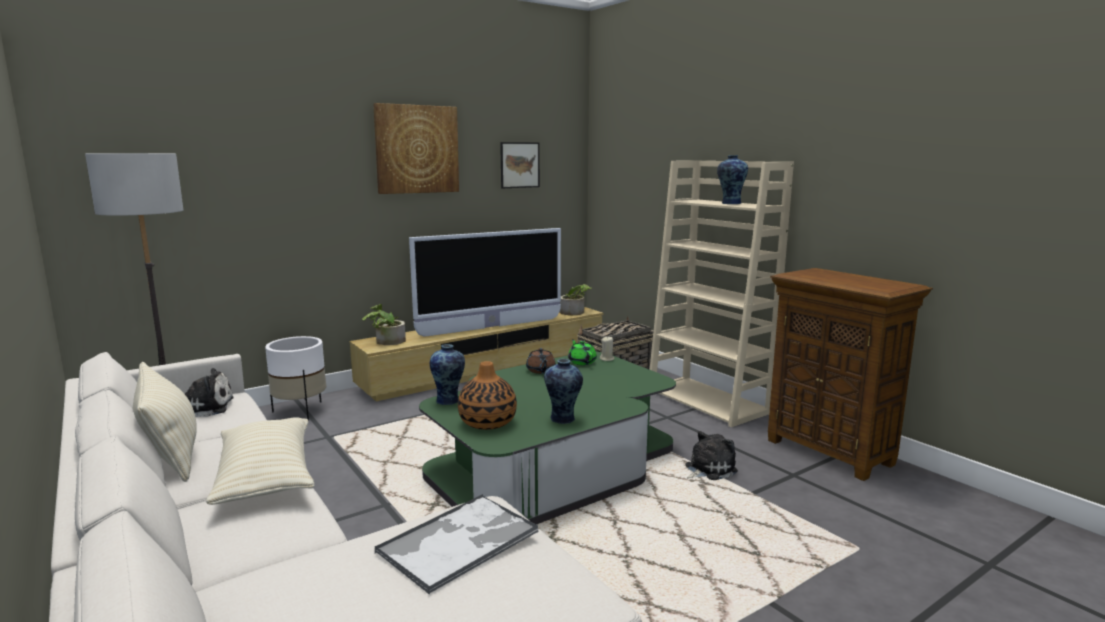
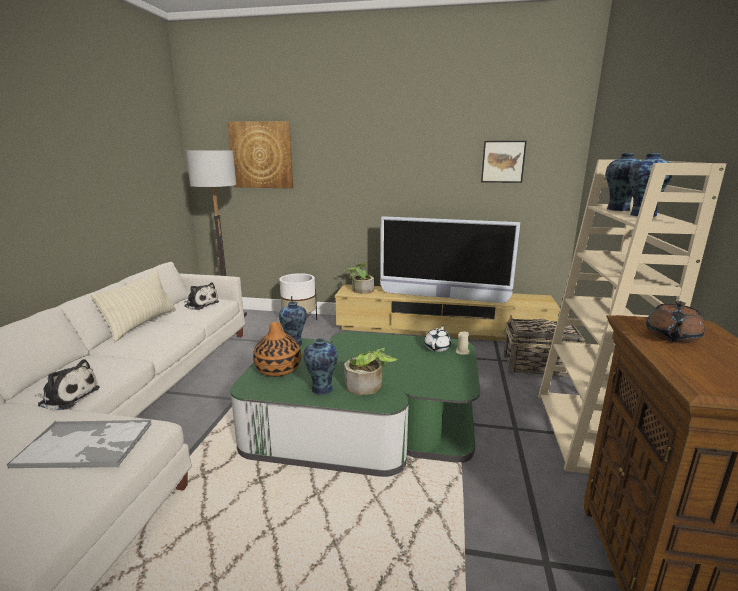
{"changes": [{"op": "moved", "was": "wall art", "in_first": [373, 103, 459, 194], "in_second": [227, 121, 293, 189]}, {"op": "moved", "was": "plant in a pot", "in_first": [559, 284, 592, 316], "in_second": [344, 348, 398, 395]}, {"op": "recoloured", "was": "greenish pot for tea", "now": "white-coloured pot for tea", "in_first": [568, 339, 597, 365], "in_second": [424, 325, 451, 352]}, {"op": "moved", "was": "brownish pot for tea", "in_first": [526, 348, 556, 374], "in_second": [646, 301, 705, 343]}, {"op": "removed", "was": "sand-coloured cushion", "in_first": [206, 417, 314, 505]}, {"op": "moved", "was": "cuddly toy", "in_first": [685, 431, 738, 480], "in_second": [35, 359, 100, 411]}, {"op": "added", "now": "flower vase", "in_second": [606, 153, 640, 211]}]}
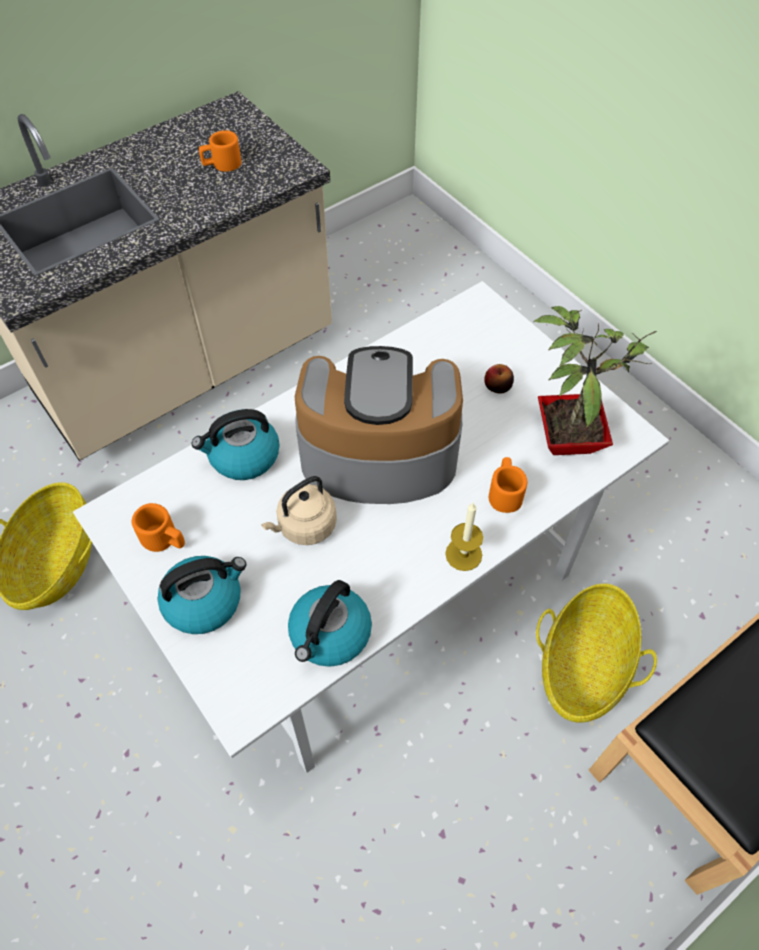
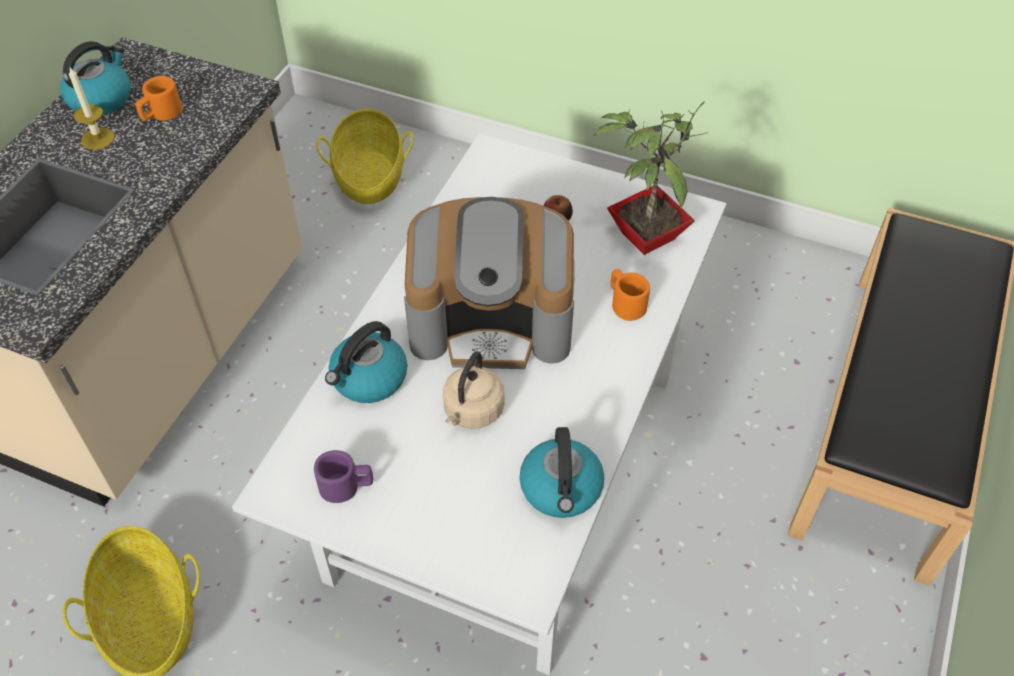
{"changes": [{"op": "turned", "was": "coffee machine", "in_first": [295, 346, 463, 504], "in_second": [404, 197, 575, 369], "clockwise": -150}, {"op": "recoloured", "was": "orange mug", "now": "purplish mug", "in_first": [132, 503, 185, 552], "in_second": [314, 450, 373, 503]}, {"op": "moved", "was": "candle", "in_first": [445, 503, 483, 571], "in_second": [69, 68, 115, 150]}, {"op": "moved", "was": "kettle", "in_first": [157, 556, 246, 634], "in_second": [60, 41, 130, 115]}, {"op": "moved", "was": "storage basket", "in_first": [536, 584, 657, 723], "in_second": [317, 109, 413, 204]}]}
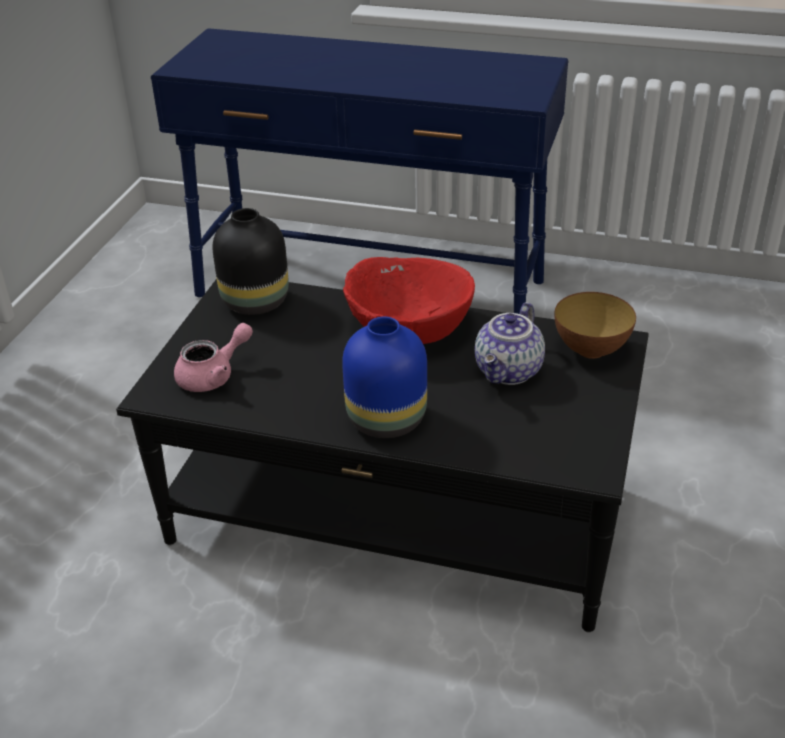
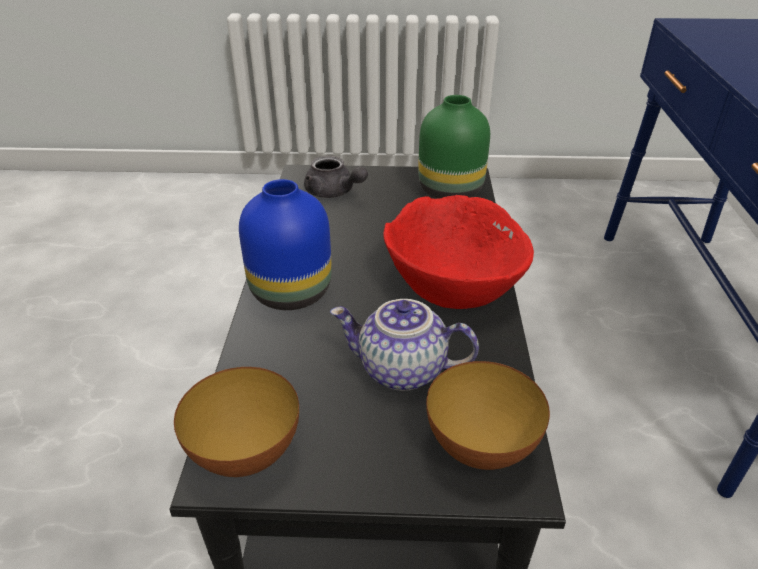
{"changes": [{"op": "recoloured", "was": "black-coloured flower vase", "now": "greenish flower vase", "in_first": [212, 208, 289, 315], "in_second": [418, 95, 490, 199]}, {"op": "recoloured", "was": "pink pot for tea", "now": "grey pot for tea", "in_first": [174, 323, 253, 392], "in_second": [304, 156, 368, 198]}, {"op": "added", "now": "bowl", "in_second": [174, 367, 299, 477]}]}
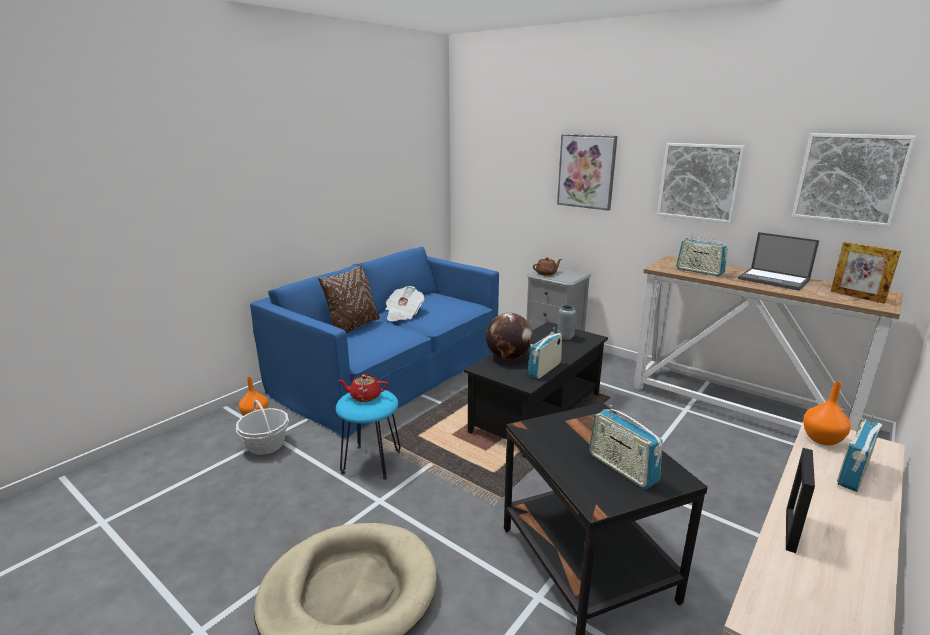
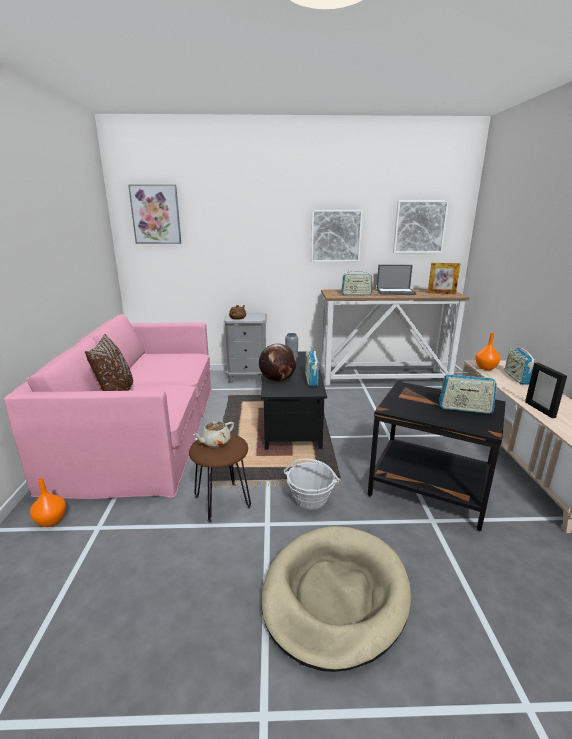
{"changes": [{"op": "moved", "was": "wall art", "in_first": [557, 134, 617, 211], "in_second": [128, 184, 181, 244]}, {"op": "recoloured", "was": "blue-coloured sofa", "now": "pink sofa", "in_first": [250, 247, 499, 439], "in_second": [4, 314, 212, 499]}, {"op": "removed", "was": "daily paper", "in_first": [385, 286, 424, 321]}, {"op": "recoloured", "was": "reddish pot for tea", "now": "sand-coloured pot for tea", "in_first": [338, 374, 388, 402], "in_second": [193, 421, 234, 447]}, {"op": "recoloured", "was": "turquoise sitting stool", "now": "brownish sitting stool", "in_first": [336, 389, 401, 480], "in_second": [189, 433, 251, 523]}, {"op": "moved", "was": "storage basket", "in_first": [236, 400, 289, 455], "in_second": [284, 459, 339, 509]}]}
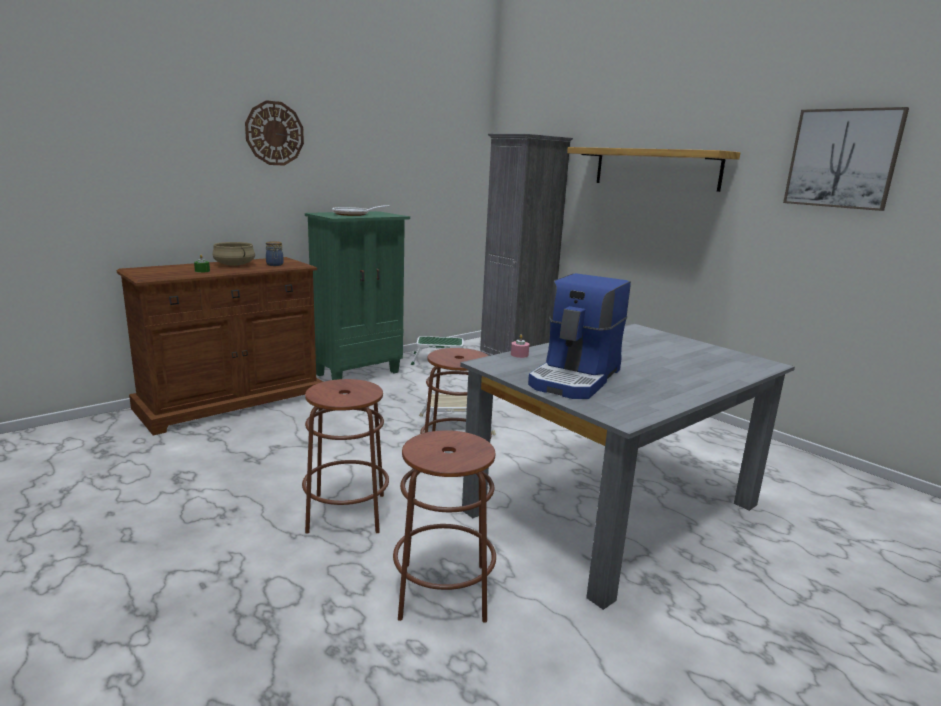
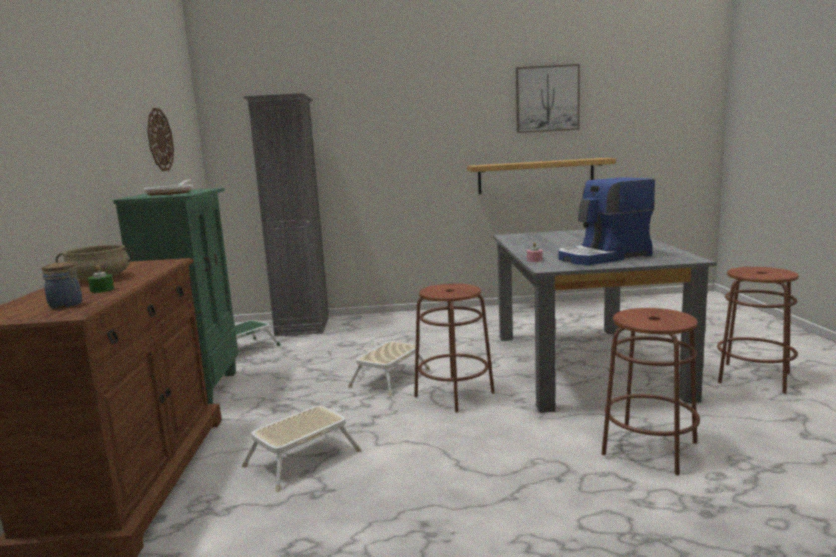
{"changes": [{"op": "moved", "was": "hanging clock", "in_first": [245, 100, 304, 166], "in_second": [147, 108, 174, 171]}, {"op": "moved", "was": "bracket shelf", "in_first": [567, 147, 740, 192], "in_second": [467, 158, 616, 194]}, {"op": "moved", "was": "preserve jar", "in_first": [266, 241, 284, 266], "in_second": [42, 262, 82, 309]}, {"op": "turned", "was": "coffee machine", "in_first": [528, 273, 631, 399], "in_second": [559, 177, 655, 265], "clockwise": 90}, {"op": "moved", "was": "brownish sitting stool", "in_first": [302, 379, 389, 534], "in_second": [717, 267, 799, 394]}, {"op": "added", "now": "sand-coloured stepladder", "in_second": [242, 406, 362, 492]}]}
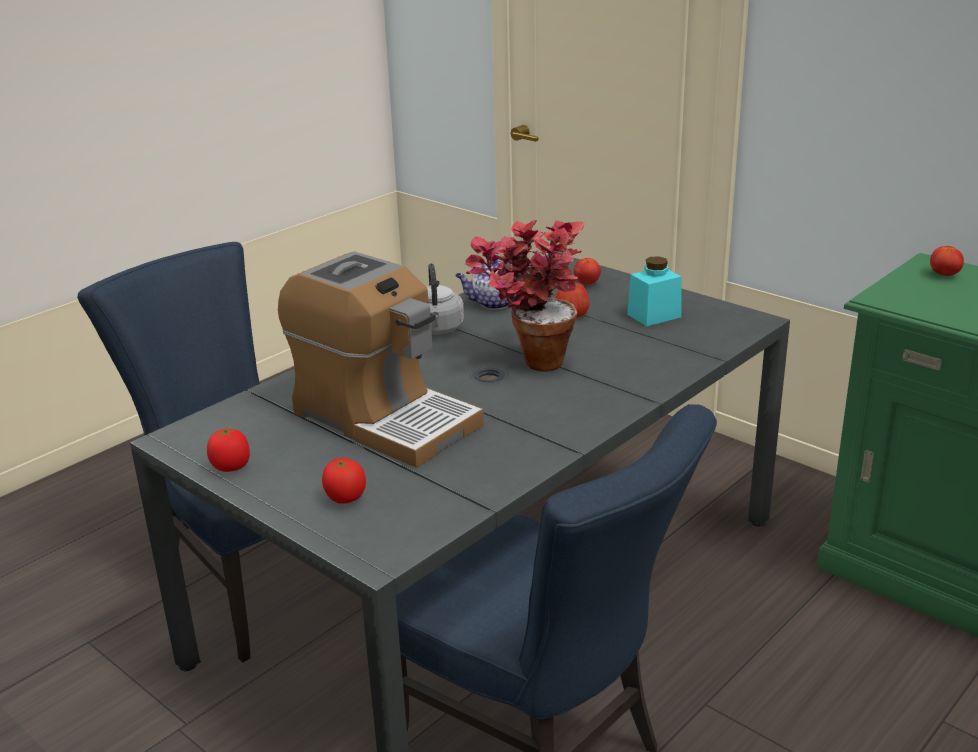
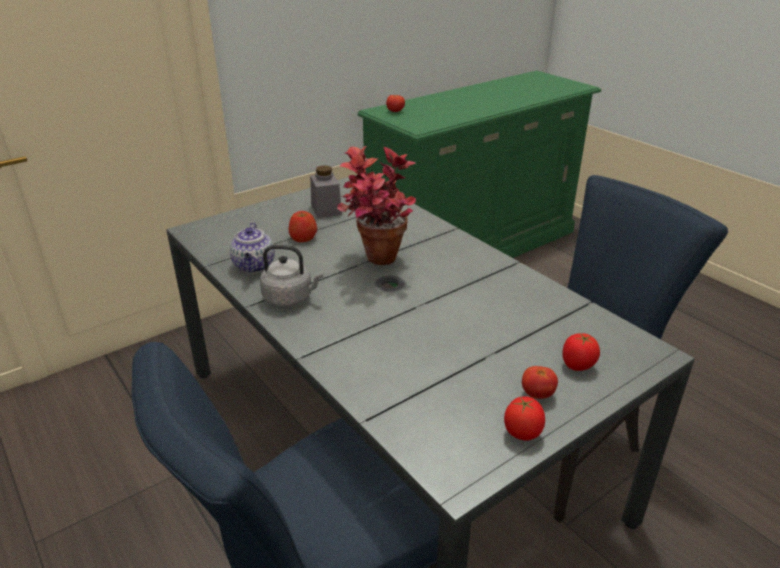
{"changes": [{"op": "removed", "was": "coffee machine", "in_first": [278, 251, 484, 468]}, {"op": "recoloured", "was": "turquoise preserve jar", "now": "grey preserve jar", "in_first": [627, 256, 682, 326], "in_second": [310, 165, 342, 218]}, {"op": "moved", "was": "whole tomato", "in_first": [574, 258, 601, 285], "in_second": [522, 366, 558, 399]}]}
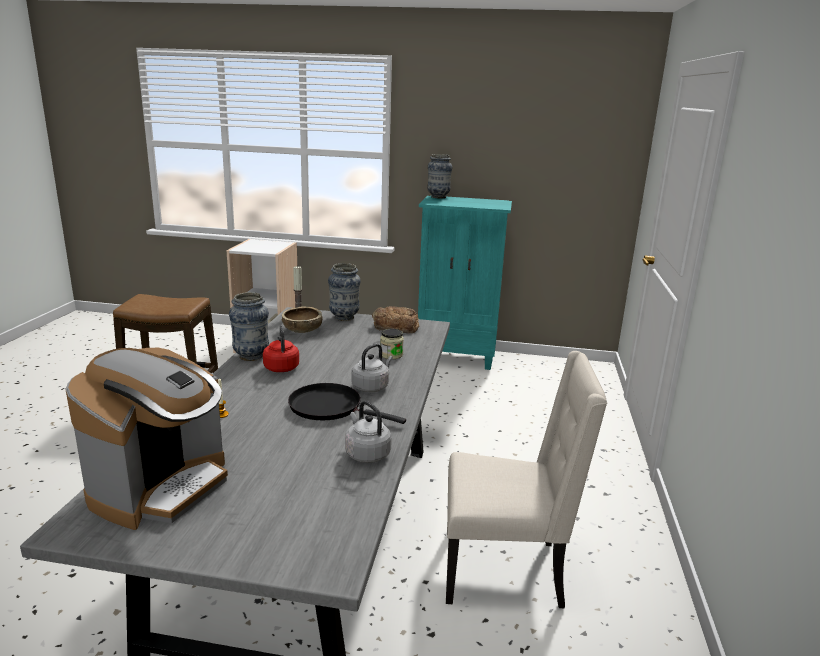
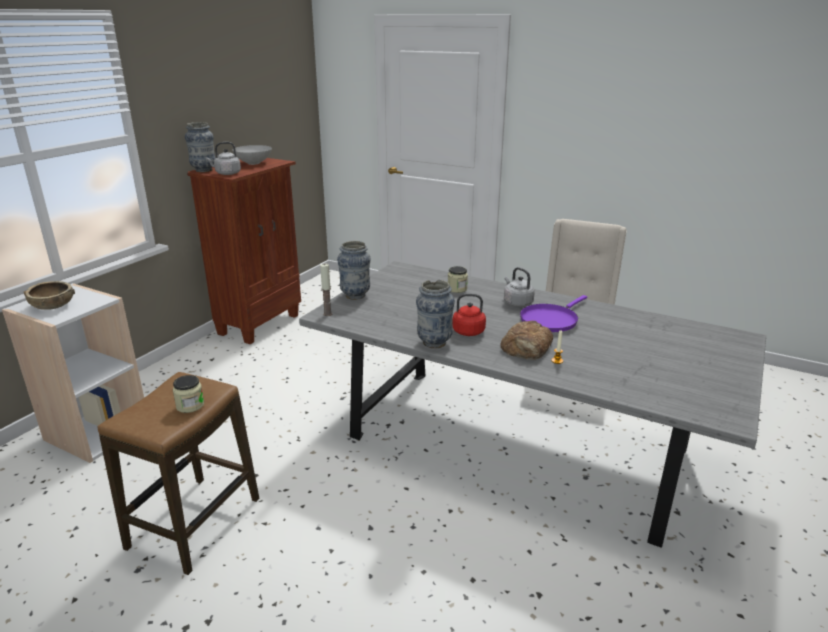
{"changes": [{"op": "recoloured", "was": "turquoise storage cabinet", "now": "brownish storage cabinet", "in_first": [418, 196, 512, 370], "in_second": [187, 158, 301, 344]}, {"op": "moved", "was": "bakery bread", "in_first": [372, 306, 419, 333], "in_second": [500, 321, 553, 360]}, {"op": "moved", "was": "brownish bowl", "in_first": [282, 307, 322, 333], "in_second": [24, 281, 75, 310]}, {"op": "removed", "was": "coffee machine", "in_first": [66, 348, 228, 530]}, {"op": "recoloured", "was": "black-coloured frying pan", "now": "purplish frying pan", "in_first": [288, 383, 406, 424], "in_second": [520, 295, 587, 332]}, {"op": "moved", "was": "grey kettle", "in_first": [345, 401, 392, 463], "in_second": [206, 142, 241, 175]}, {"op": "added", "now": "grey bowl", "in_second": [232, 145, 272, 165]}, {"op": "added", "now": "preserve jar", "in_second": [173, 375, 204, 413]}]}
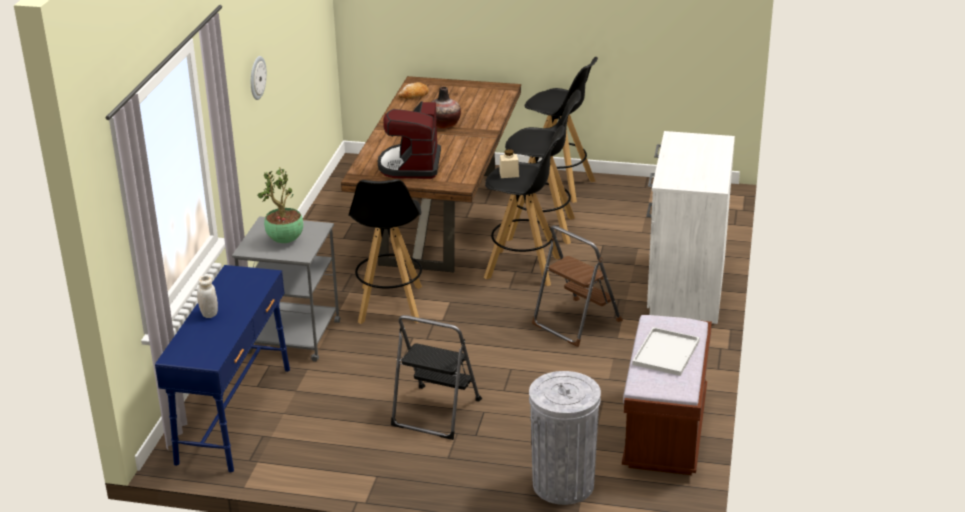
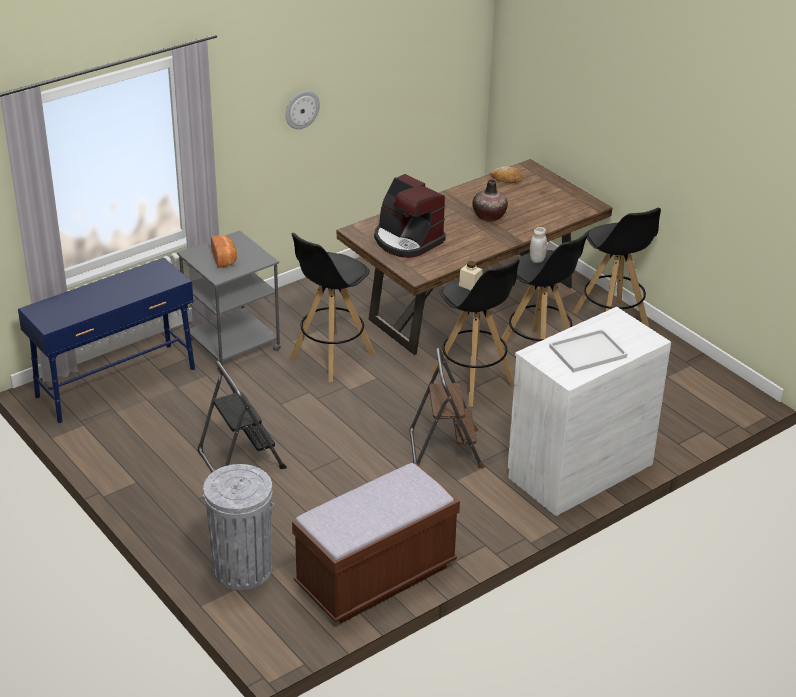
{"changes": [{"op": "turned", "was": "coffee machine", "in_first": [378, 101, 441, 179], "in_second": [374, 174, 446, 258], "clockwise": -90}, {"op": "replaced", "was": "plant in a pot", "now": "bakery bread", "in_first": [257, 167, 304, 243], "in_second": [211, 236, 237, 268]}, {"op": "moved", "was": "white-coloured preserve jar", "in_first": [197, 275, 218, 318], "in_second": [530, 227, 547, 263]}, {"op": "moved", "was": "white-coloured tray", "in_first": [632, 327, 700, 376], "in_second": [549, 329, 627, 373]}]}
